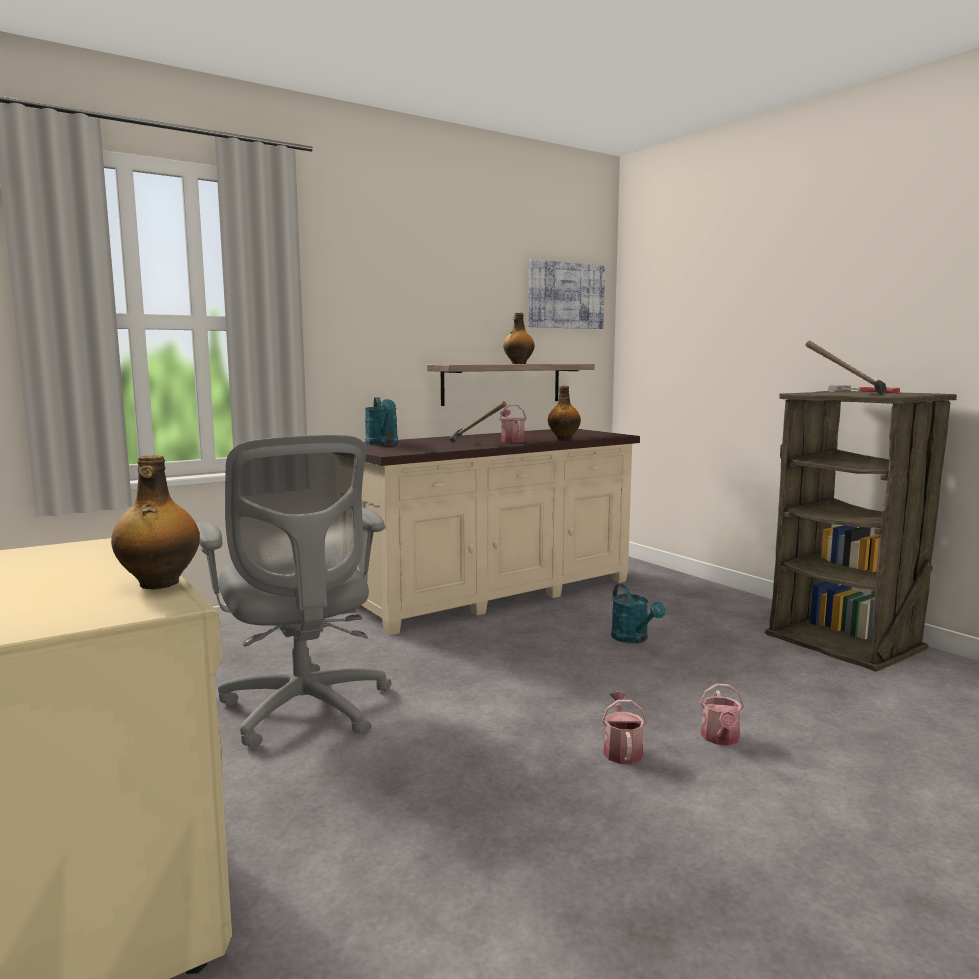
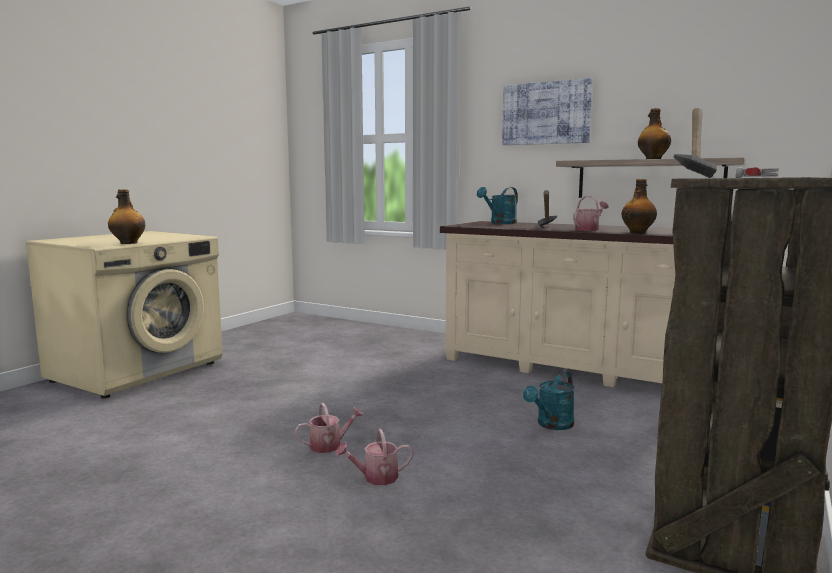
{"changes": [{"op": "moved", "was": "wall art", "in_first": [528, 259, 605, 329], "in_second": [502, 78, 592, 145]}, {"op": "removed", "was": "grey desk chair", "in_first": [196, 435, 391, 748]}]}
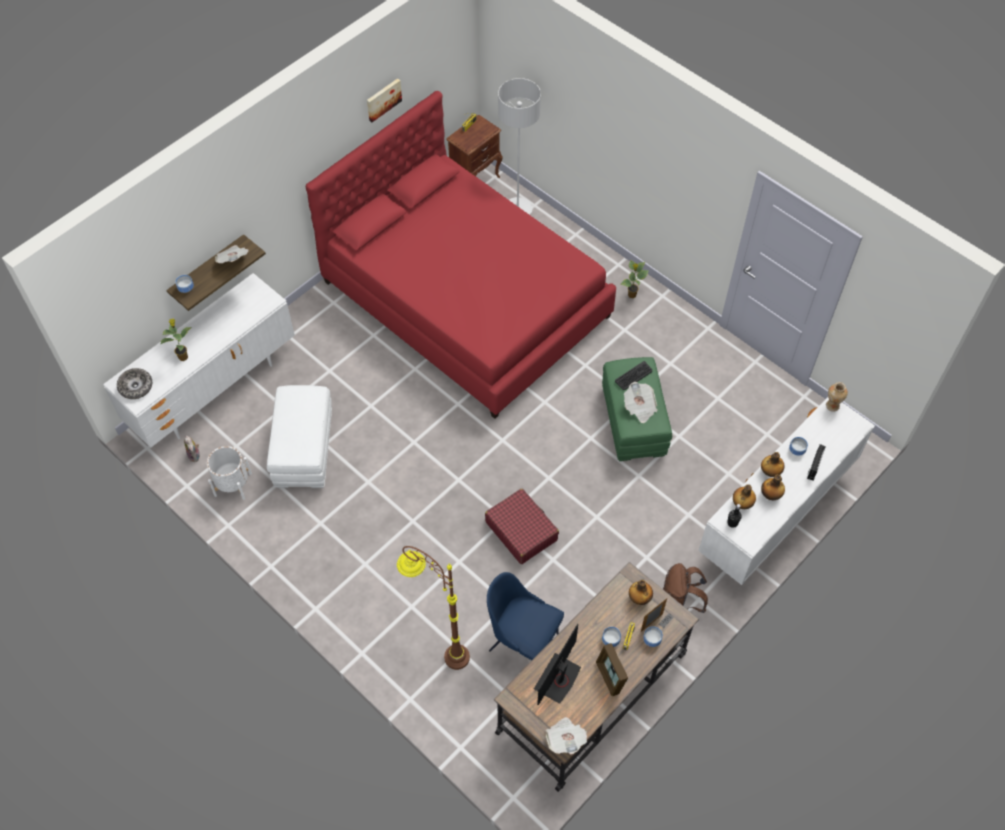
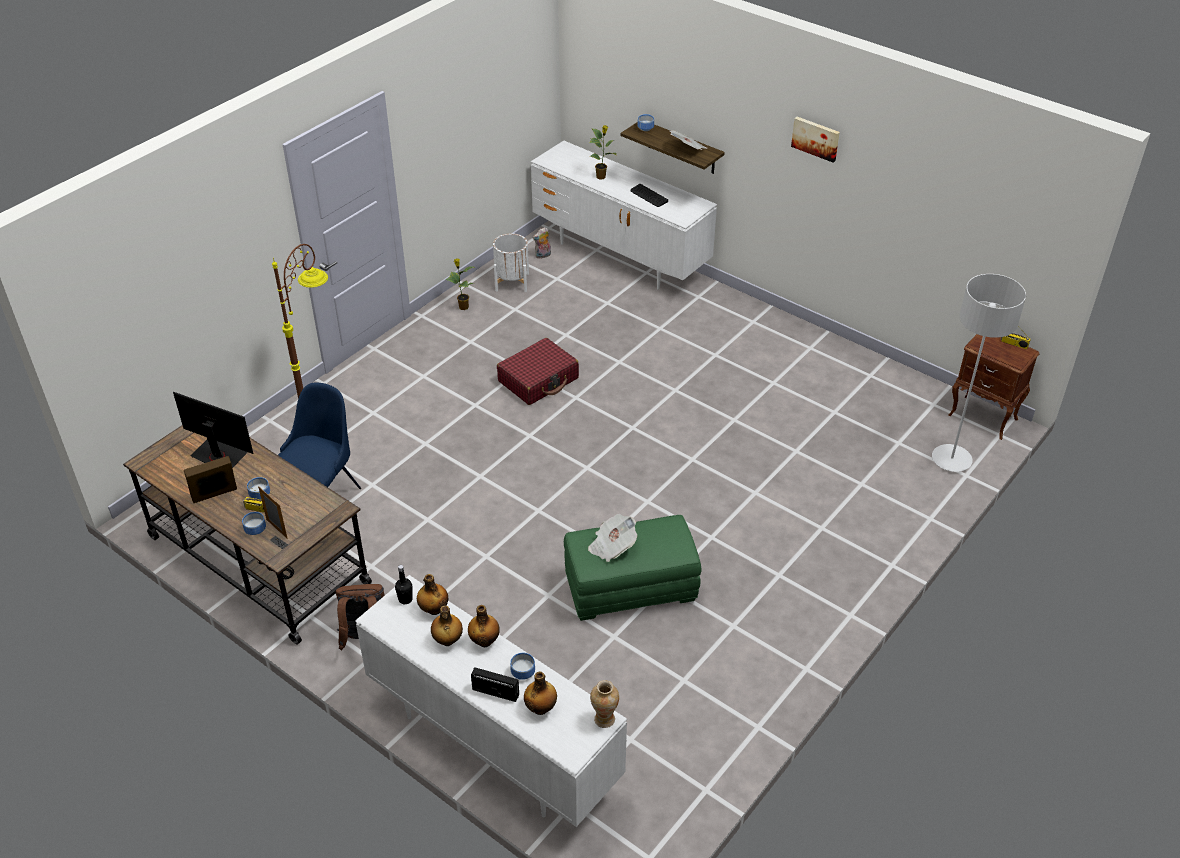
{"changes": [{"op": "moved", "was": "wall art", "in_first": [367, 78, 402, 122], "in_second": [791, 117, 840, 162]}, {"op": "removed", "was": "reddish sleeping bed", "in_first": [306, 91, 616, 419]}, {"op": "moved", "was": "plant in a pot", "in_first": [620, 260, 649, 298], "in_second": [446, 258, 475, 310]}, {"op": "moved", "was": "keyboard", "in_first": [615, 361, 652, 390], "in_second": [630, 184, 668, 207]}, {"op": "removed", "was": "bowl", "in_first": [117, 368, 152, 399]}, {"op": "removed", "was": "white-coloured footrest", "in_first": [267, 385, 332, 488]}, {"op": "moved", "was": "reddish suitcase", "in_first": [485, 489, 559, 564], "in_second": [497, 338, 579, 405]}, {"op": "moved", "was": "bottle", "in_first": [629, 580, 653, 605], "in_second": [524, 672, 557, 715]}, {"op": "removed", "was": "daily paper", "in_first": [546, 717, 587, 754]}]}
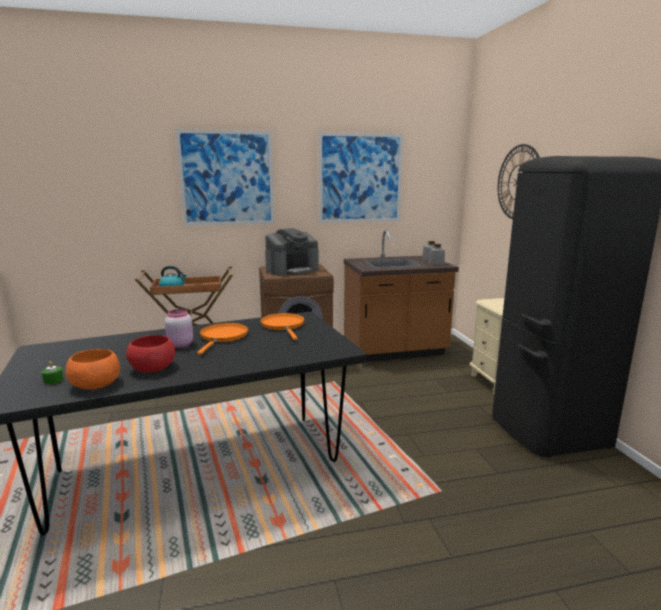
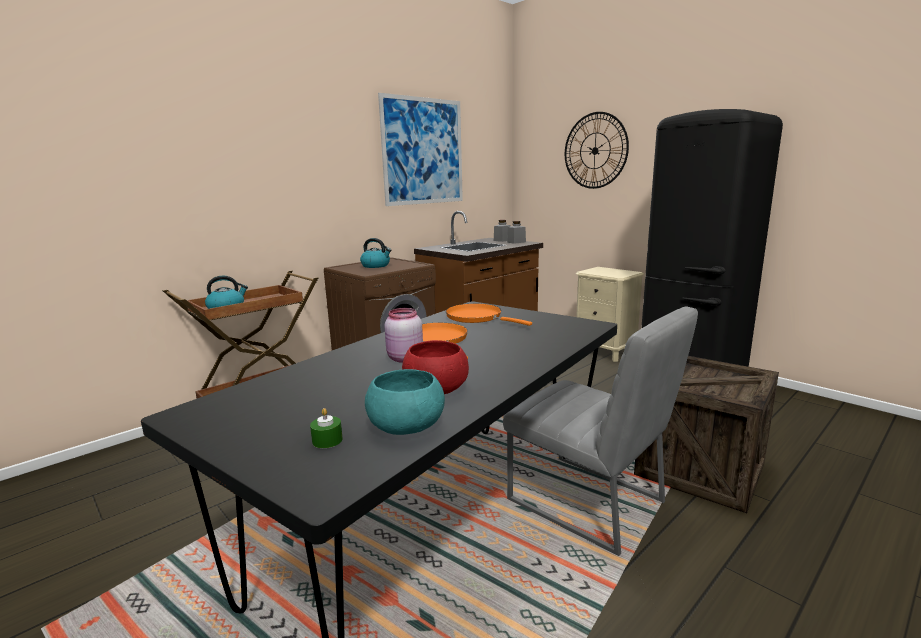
{"changes": [{"op": "removed", "was": "wall art", "in_first": [176, 129, 275, 226]}, {"op": "replaced", "was": "coffee machine", "now": "kettle", "in_first": [265, 228, 319, 276], "in_second": [360, 238, 391, 268]}, {"op": "recoloured", "was": "orange bowl", "now": "turquoise bowl", "in_first": [65, 349, 120, 389], "in_second": [365, 369, 445, 435]}, {"op": "added", "now": "grey chair", "in_second": [503, 307, 698, 556]}, {"op": "added", "now": "shipping crate", "in_second": [634, 356, 779, 513]}]}
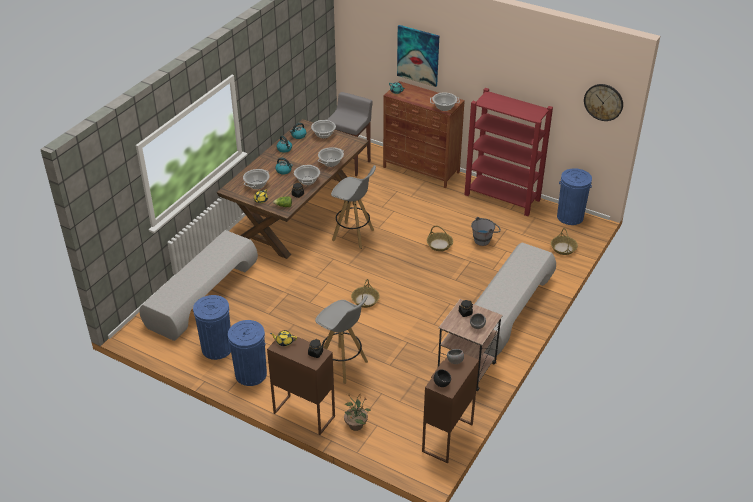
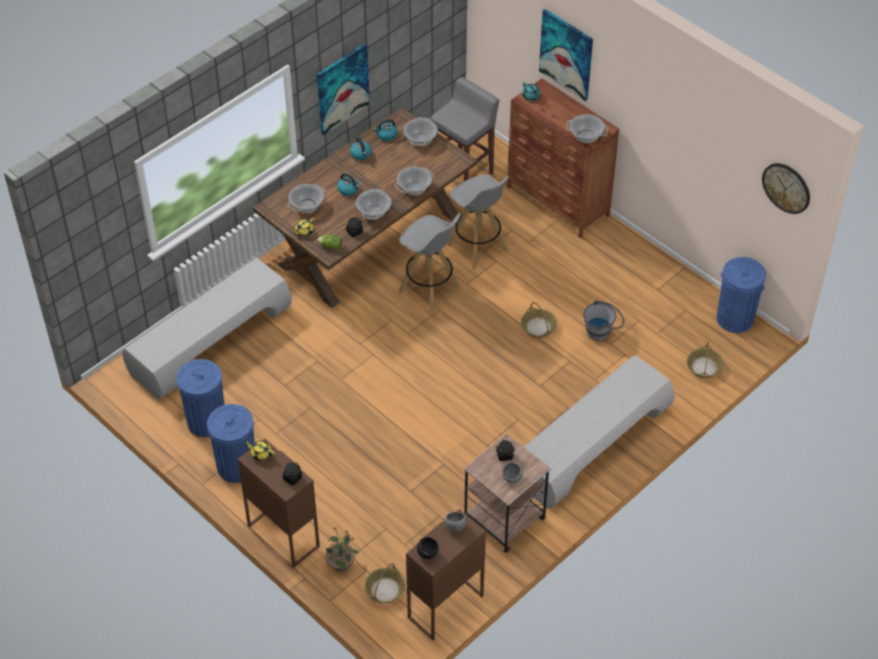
{"changes": [{"op": "removed", "was": "reddish shelving unit", "in_first": [464, 88, 553, 216]}, {"op": "moved", "was": "storage basket", "in_first": [351, 279, 380, 308], "in_second": [364, 563, 405, 604]}, {"op": "moved", "was": "grey sitting stool", "in_first": [315, 295, 368, 384], "in_second": [448, 175, 509, 269]}, {"op": "added", "now": "wall art", "in_second": [317, 43, 370, 135]}]}
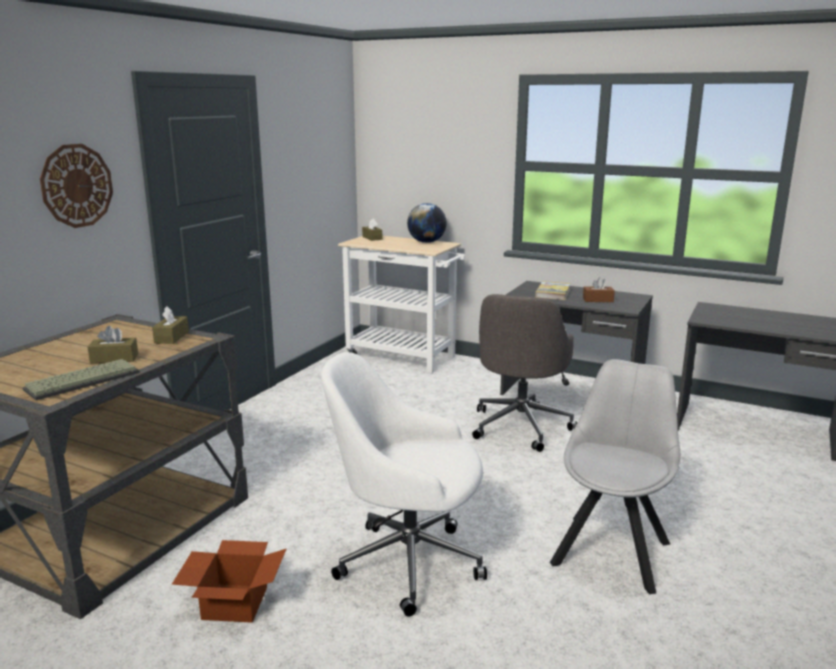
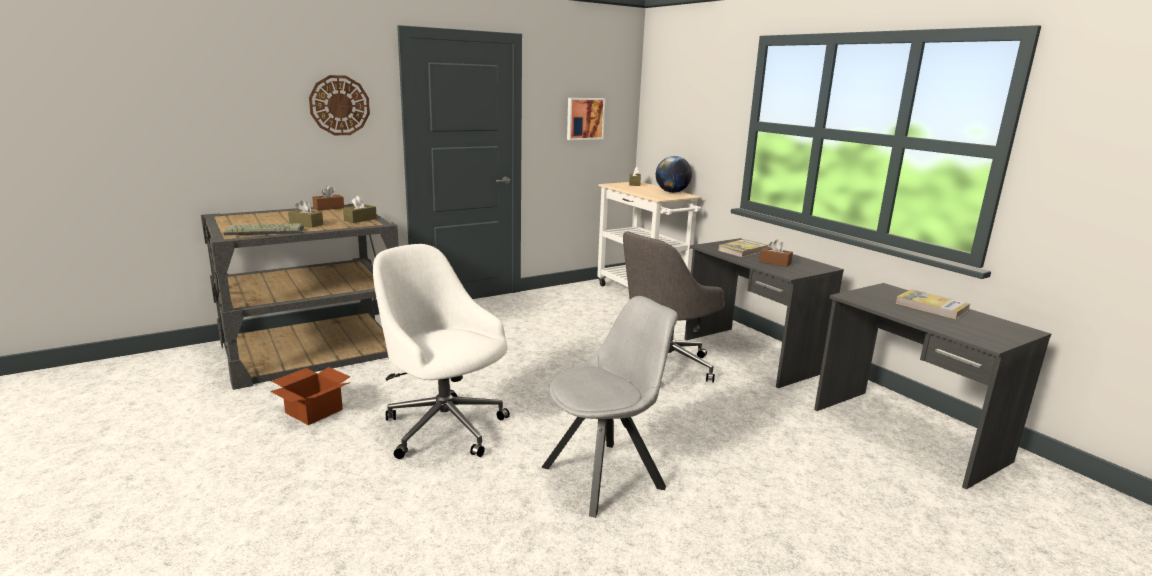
{"changes": [{"op": "added", "now": "wall art", "in_second": [567, 98, 605, 140]}, {"op": "added", "now": "brownish tissue box", "in_second": [312, 186, 344, 211]}, {"op": "added", "now": "book", "in_second": [896, 289, 970, 319]}]}
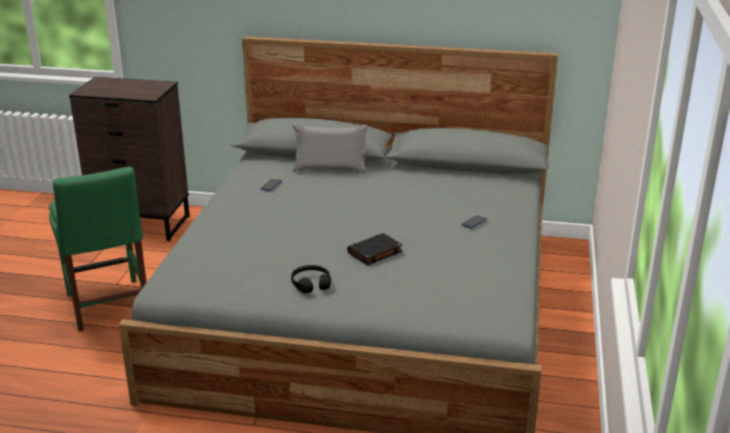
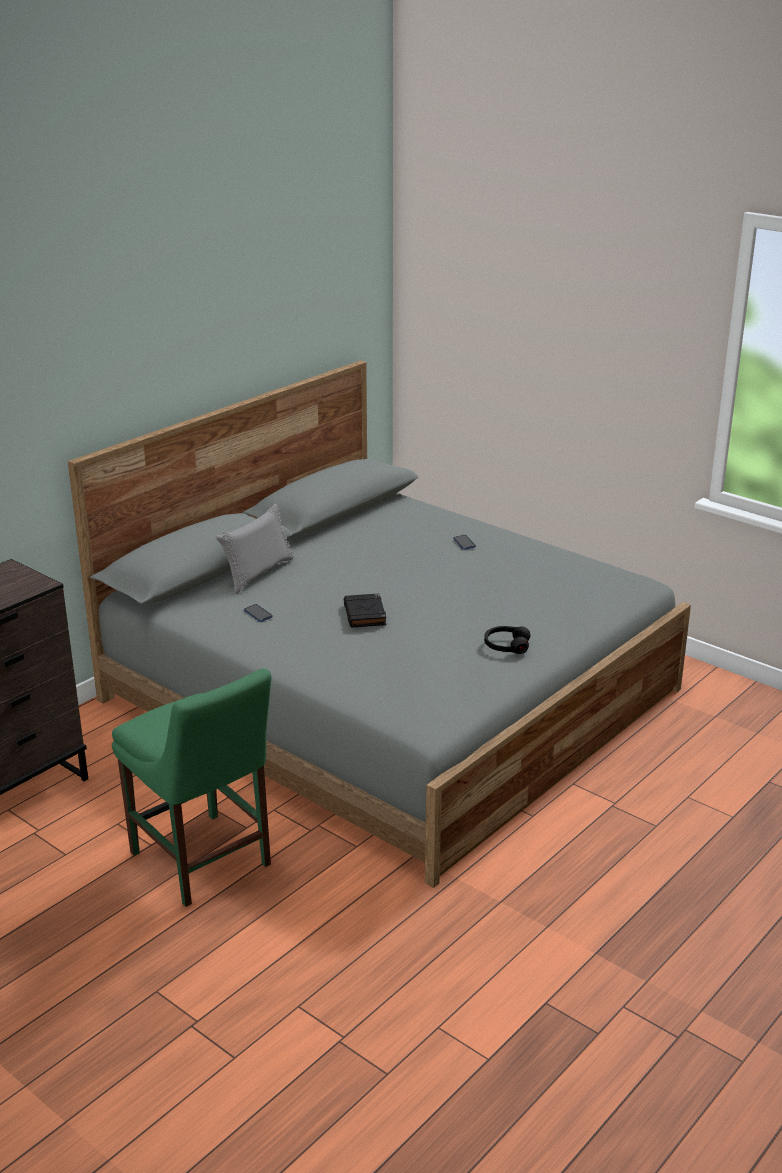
{"changes": [{"op": "turned", "was": "greenish chair", "in_first": [49, 167, 147, 332], "in_second": [112, 668, 271, 907], "clockwise": 45}, {"op": "moved", "was": "black-coloured book", "in_first": [347, 233, 403, 265], "in_second": [344, 594, 386, 628]}]}
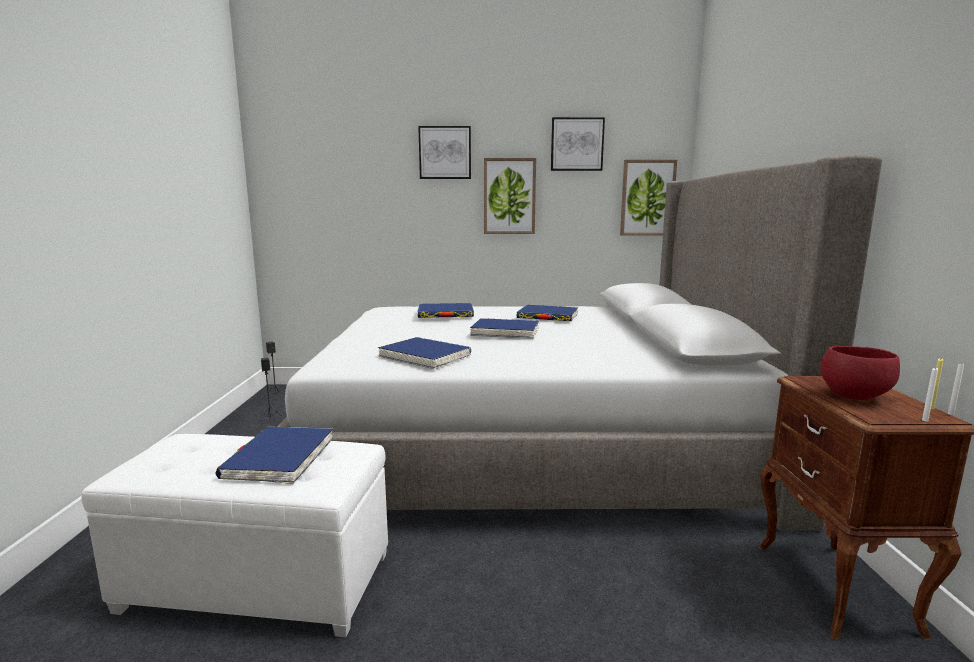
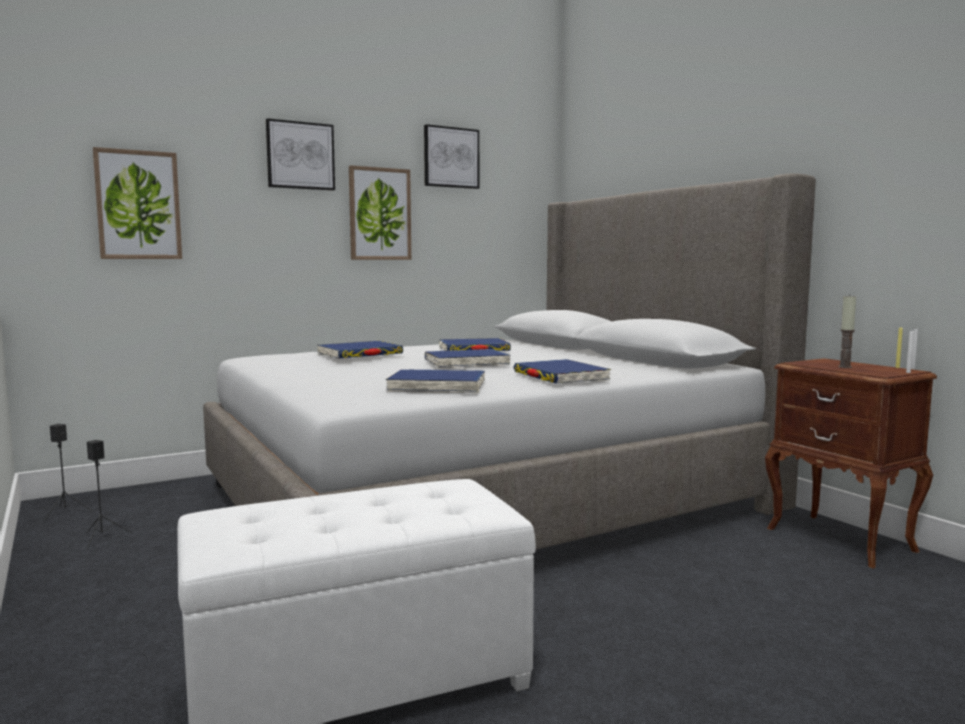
{"changes": [{"op": "moved", "was": "wall art", "in_first": [620, 160, 677, 236], "in_second": [93, 147, 182, 259]}, {"op": "replaced", "was": "reddish bowl", "now": "candle", "in_first": [820, 346, 900, 400], "in_second": [838, 296, 856, 368]}, {"op": "moved", "was": "blue-coloured book", "in_first": [215, 427, 333, 484], "in_second": [514, 359, 611, 384]}]}
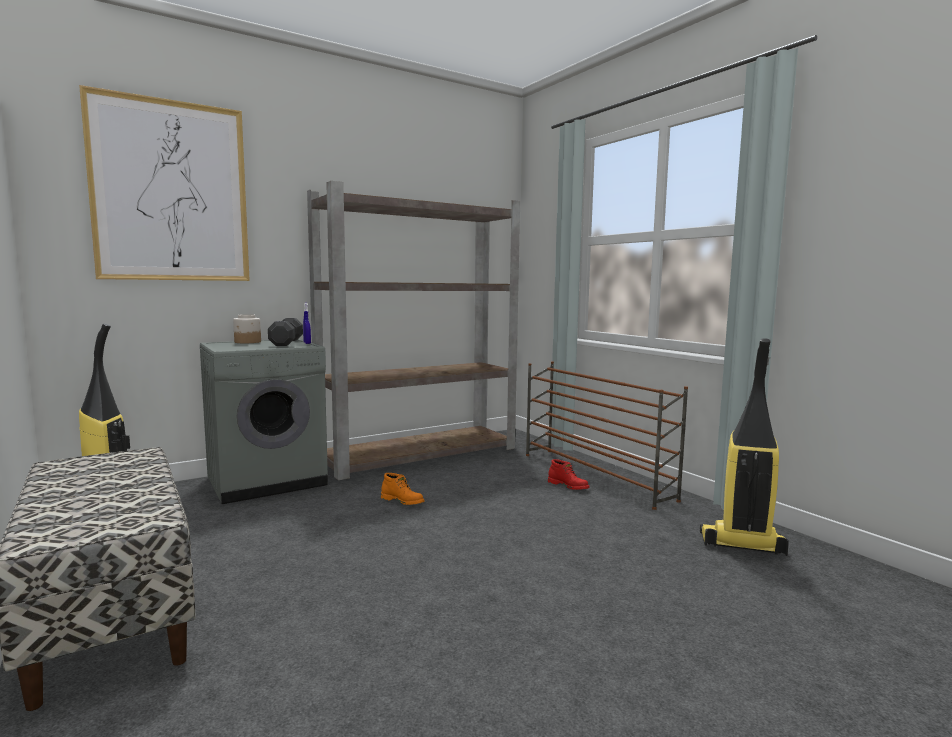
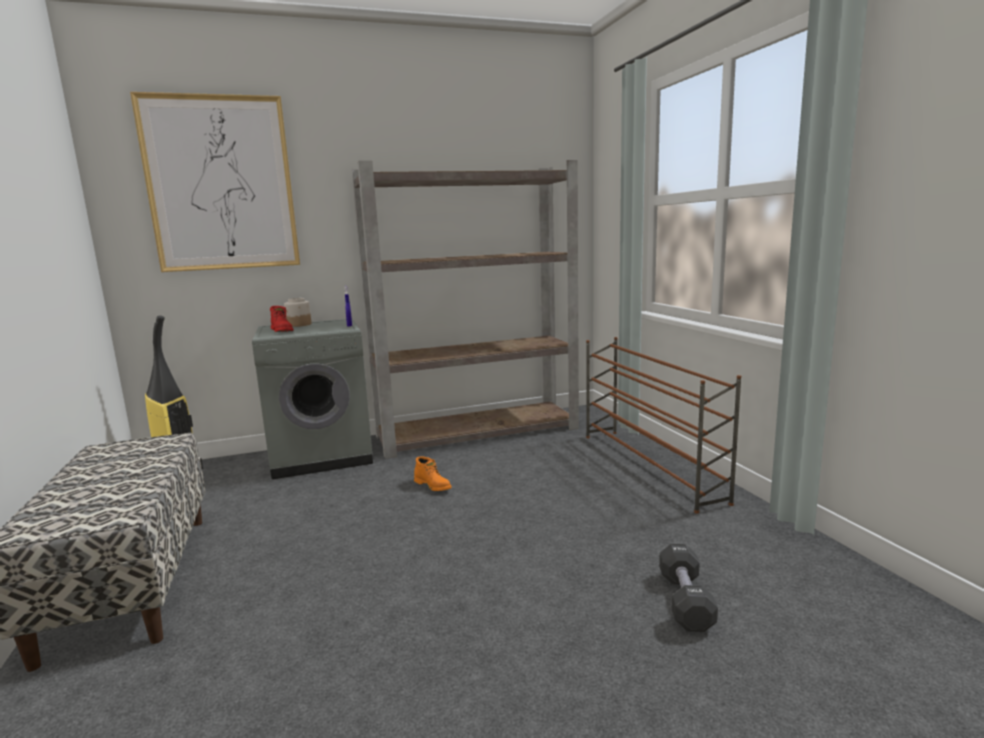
{"changes": [{"op": "moved", "was": "black-coloured dumbbell", "in_first": [268, 318, 303, 346], "in_second": [659, 544, 718, 632]}, {"op": "removed", "was": "hoover", "in_first": [700, 338, 789, 556]}, {"op": "moved", "was": "reddish tall boot", "in_first": [548, 459, 589, 490], "in_second": [270, 306, 293, 332]}]}
